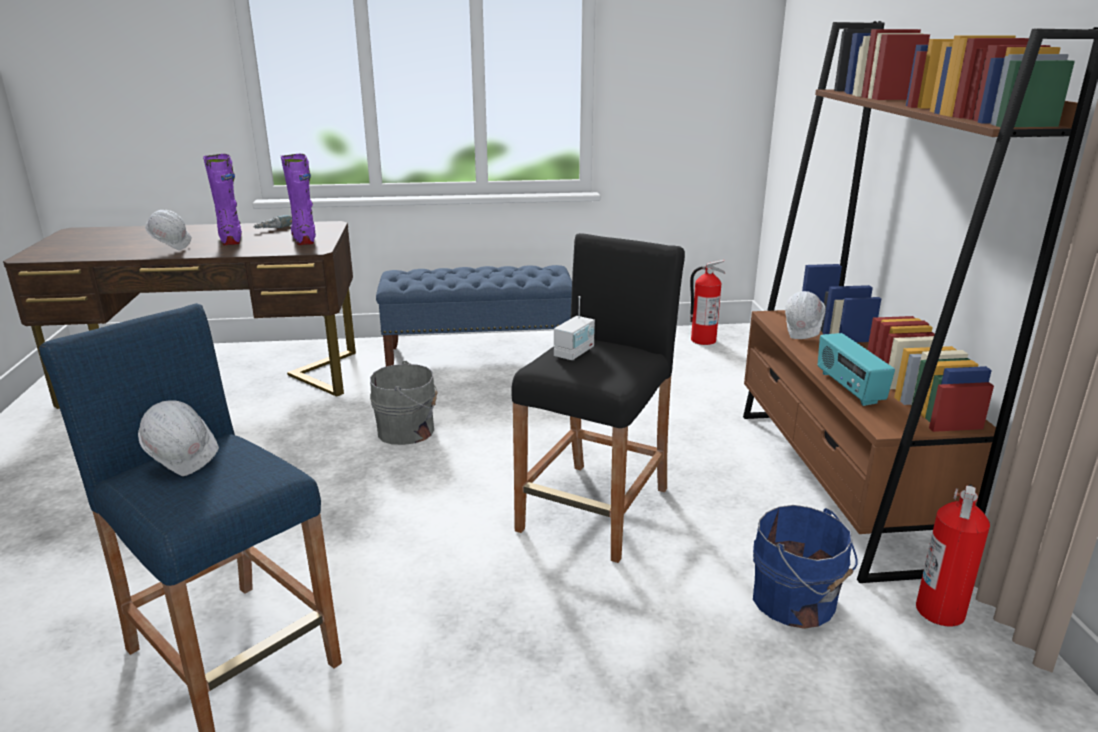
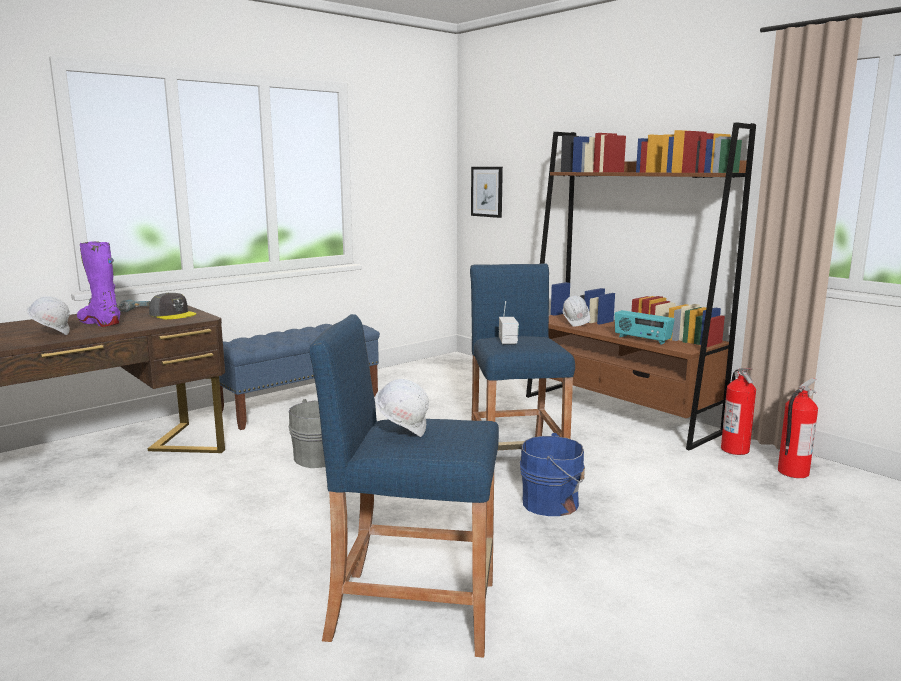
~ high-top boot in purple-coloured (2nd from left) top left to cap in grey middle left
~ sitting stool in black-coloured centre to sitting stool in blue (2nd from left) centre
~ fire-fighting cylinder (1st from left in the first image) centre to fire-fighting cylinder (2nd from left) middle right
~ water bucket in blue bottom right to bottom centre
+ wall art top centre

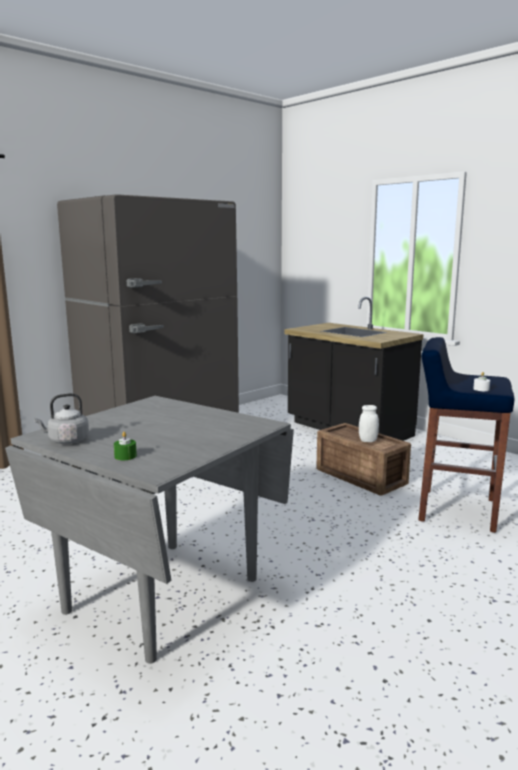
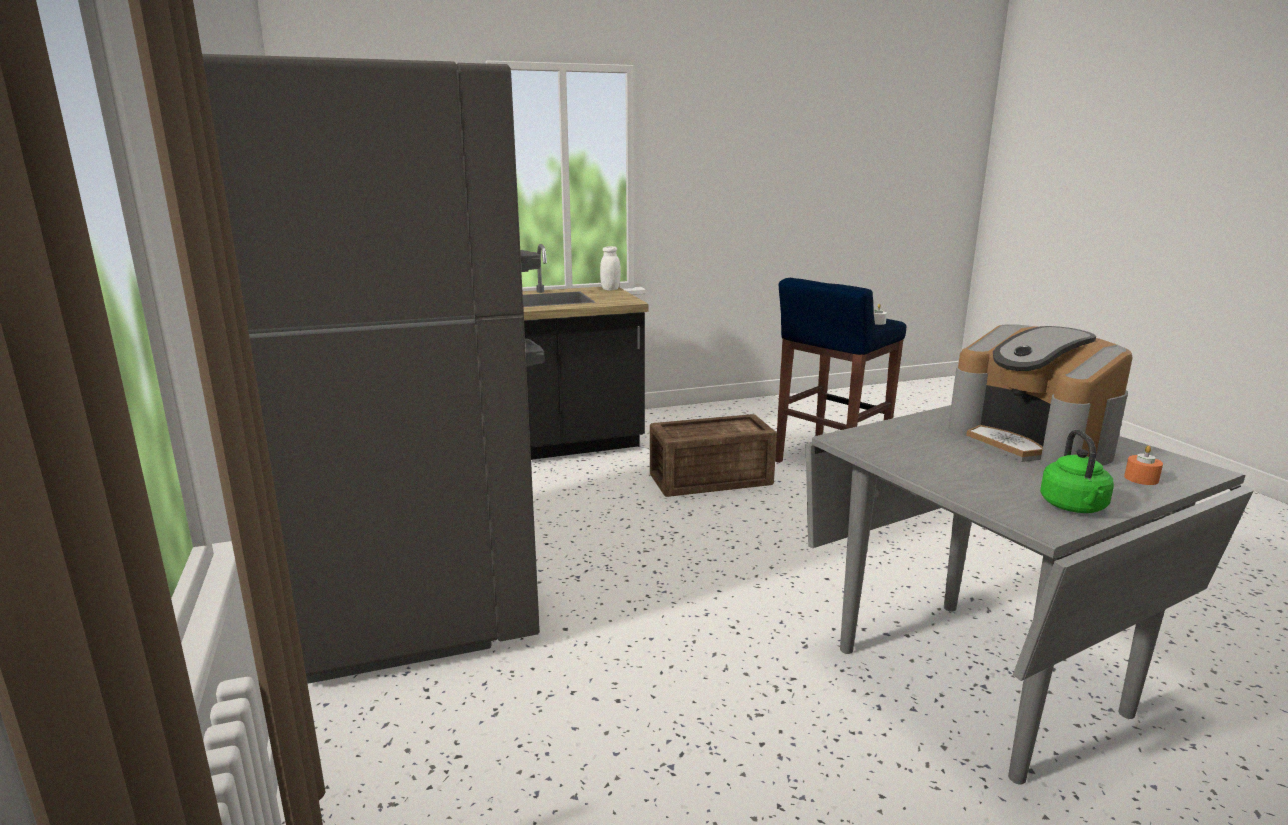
~ kettle in grey middle left to kettle in green middle right
~ jar in white middle right to top centre
~ wax light in green middle left to wax light in orange-coloured middle right
+ coffee brewer middle right

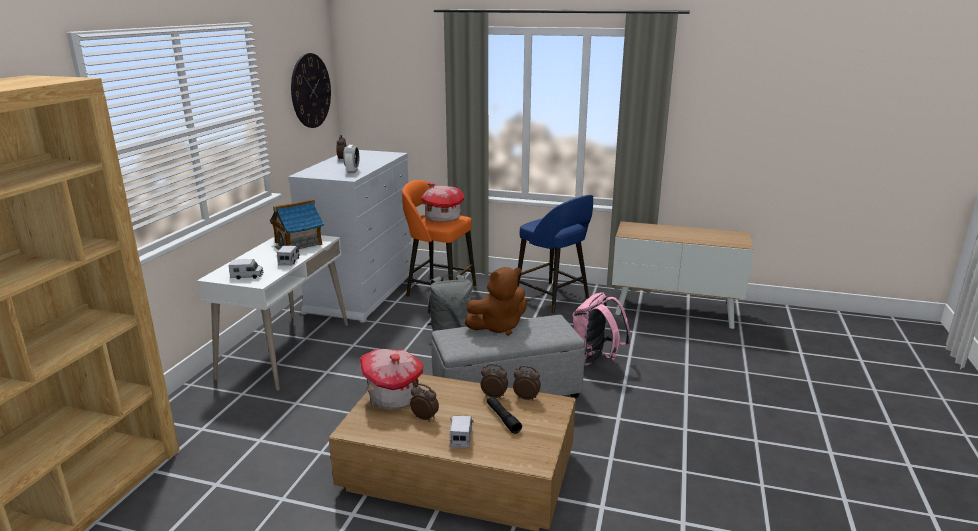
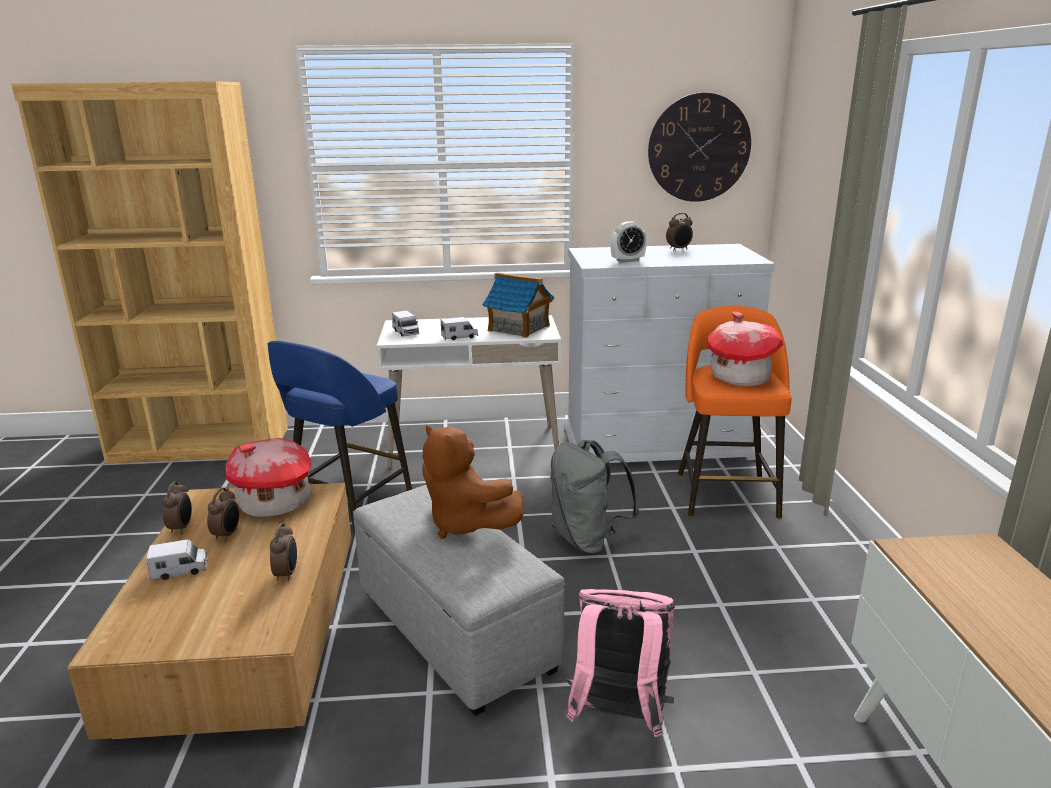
~ sitting stool in blue centre to middle left
~ alarm clock (5th from left in the first image) bottom centre to alarm clock (1st from left) middle left
- flashlight in black-coloured bottom centre

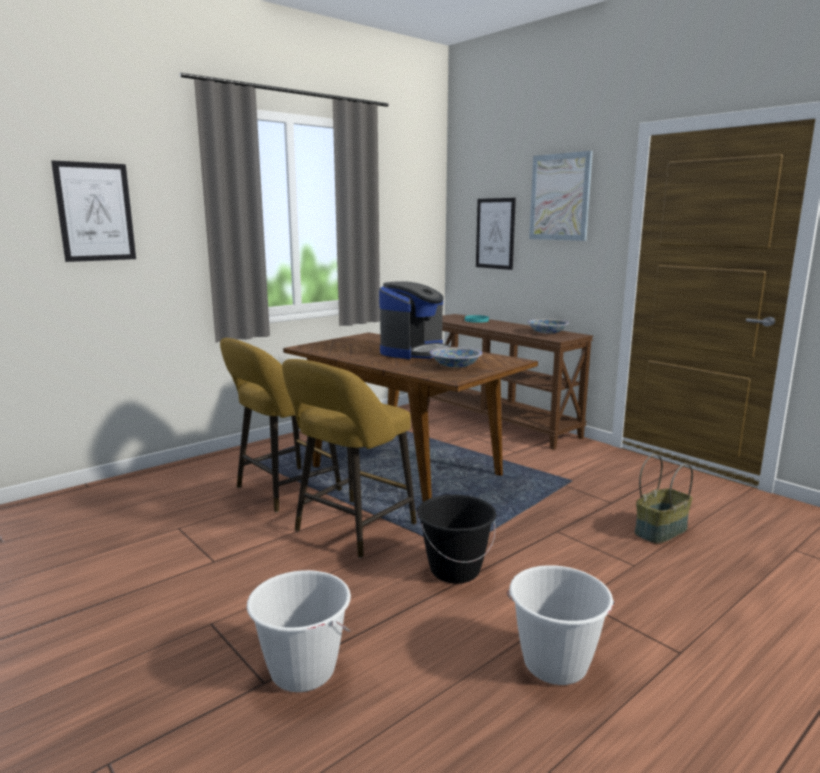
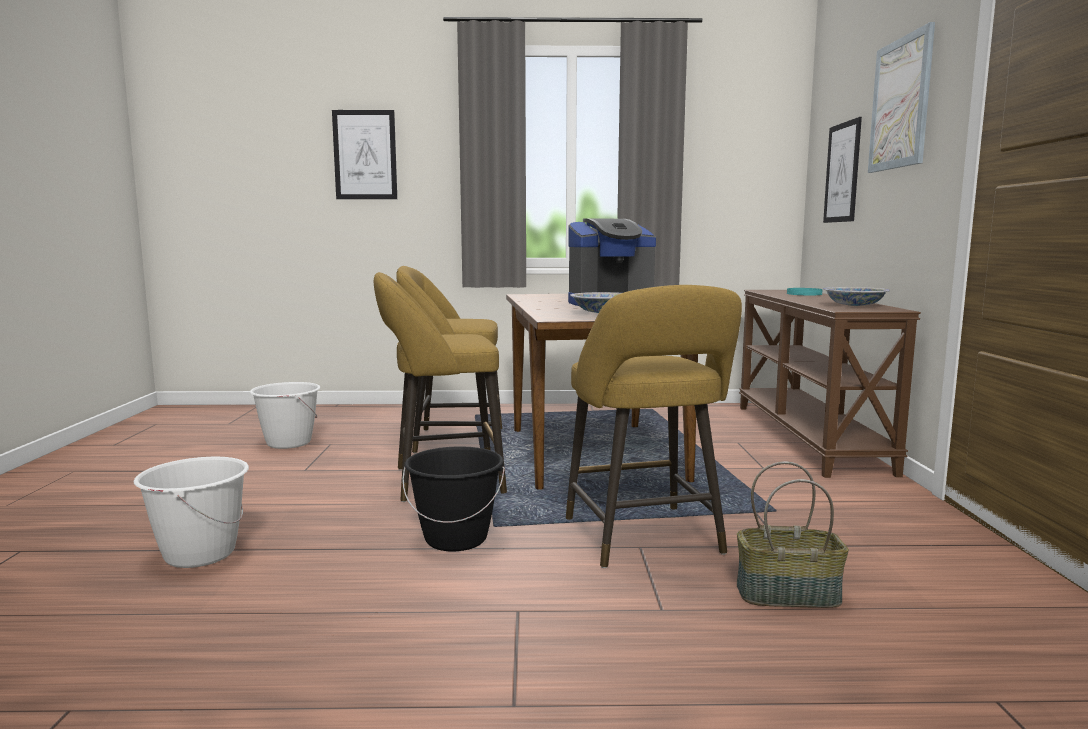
~ water bucket in white (2nd from left) bottom right to middle left
+ sitting stool in yellow (3rd from left) centre

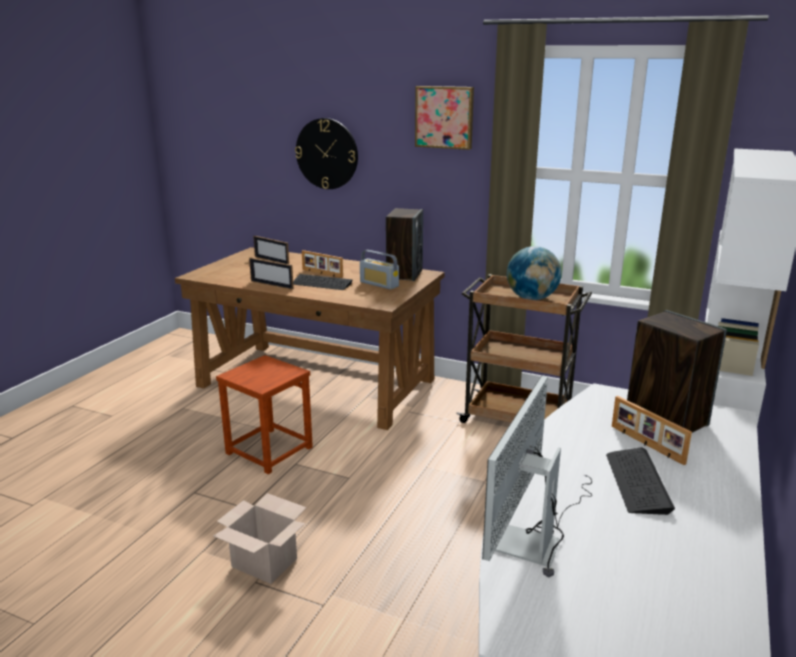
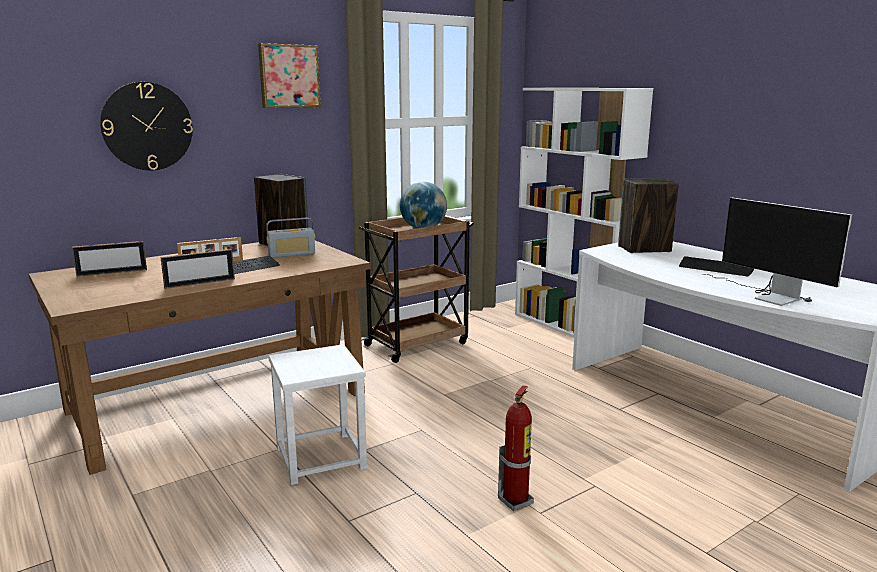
~ sitting stool in brown-coloured middle left to sitting stool in white bottom centre
- standing frame (4th from left) middle right
~ cardboard box bottom left to fire-fighting cylinder bottom centre

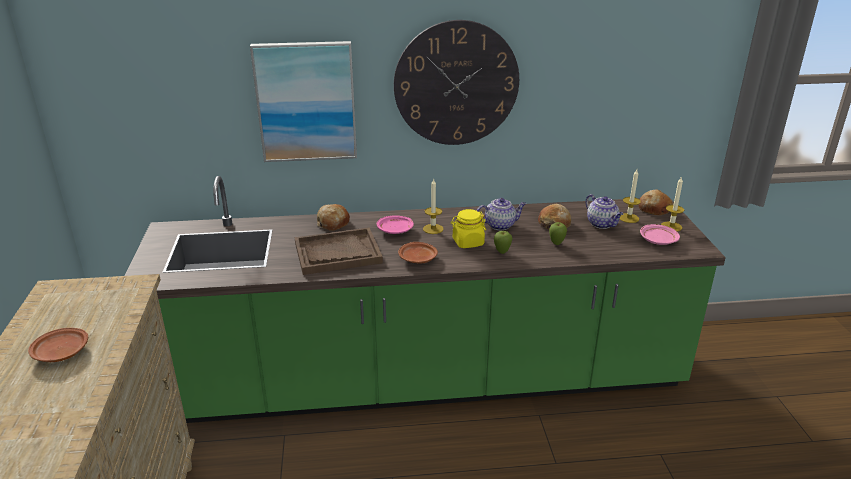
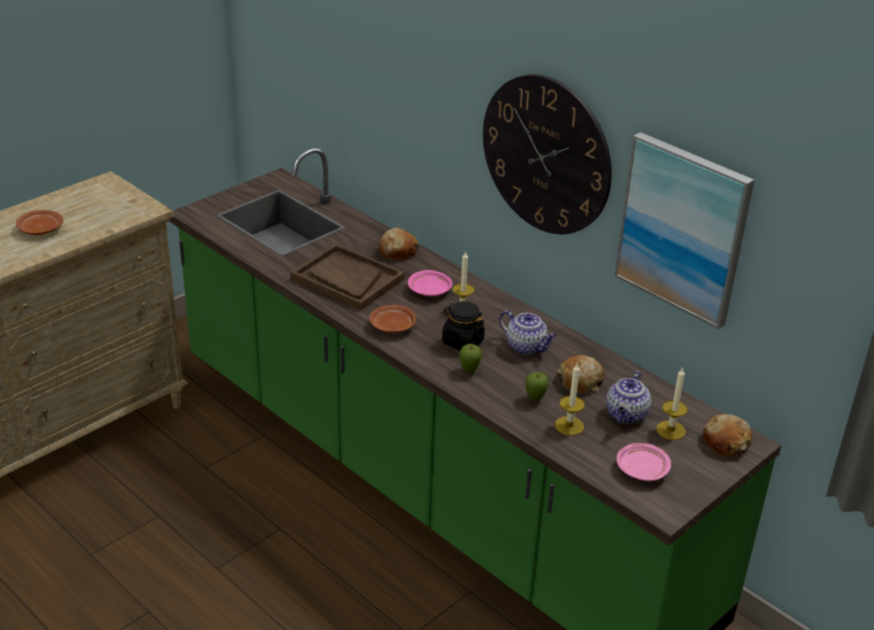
~ wall art top centre to middle right
~ wax light (3rd from left in the first image) middle right to wax light (2nd from left) centre
~ jar in yellow centre to jar in black-coloured centre

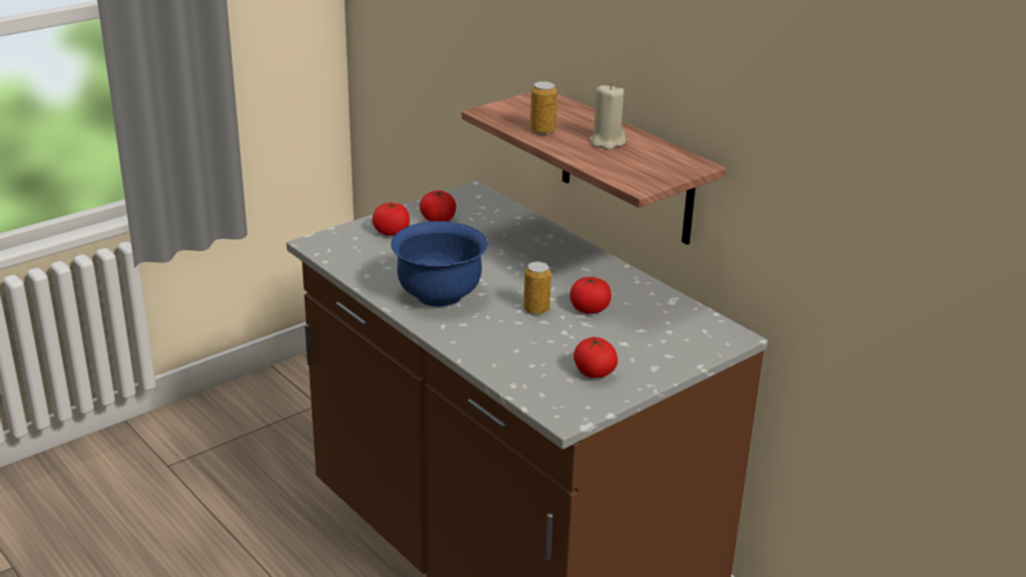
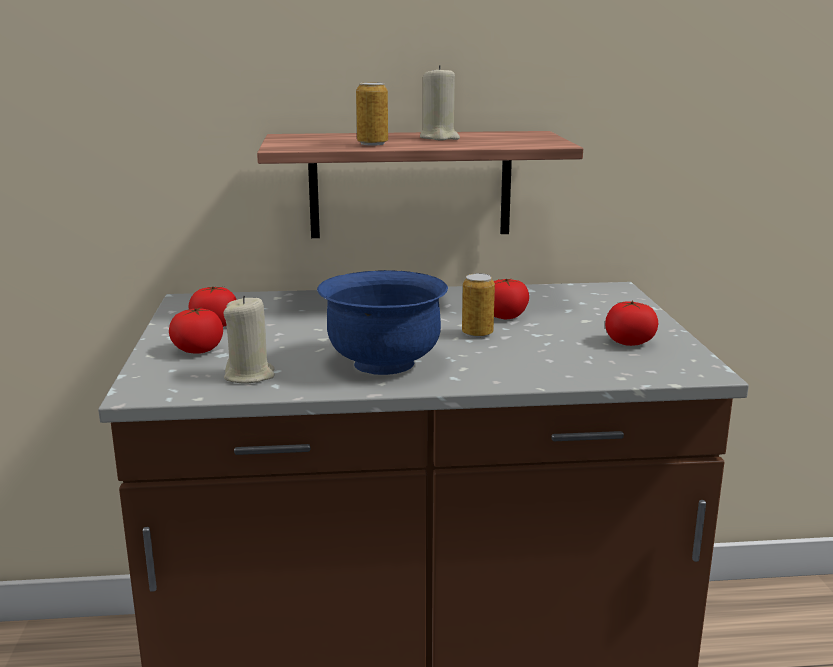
+ wax light in sand-coloured (1st from left) middle left

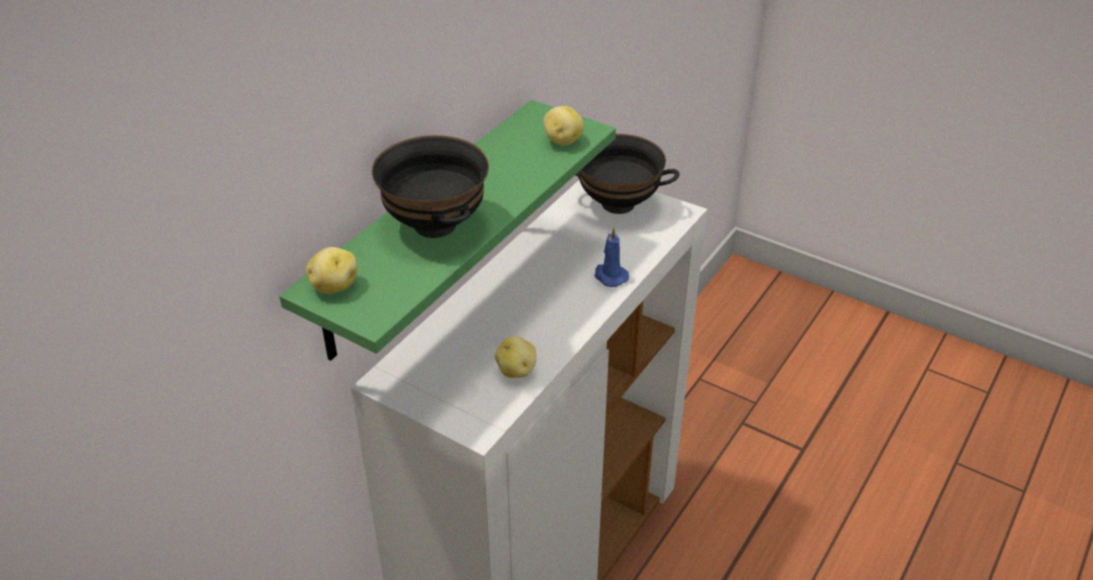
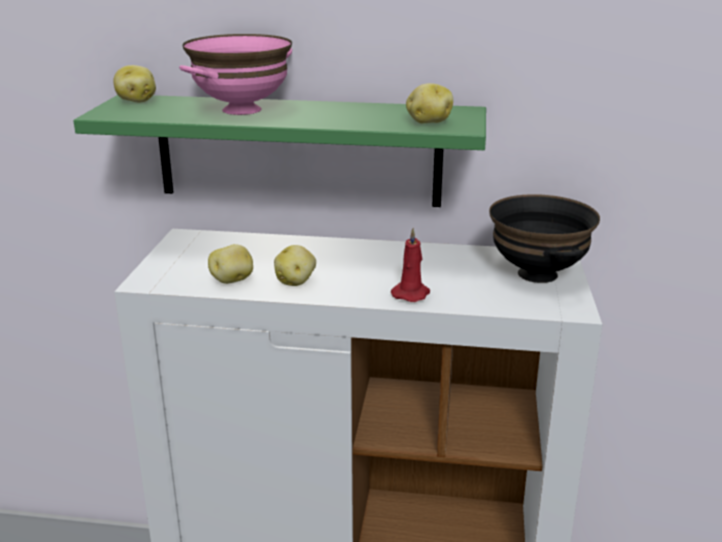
~ deep dish in black-coloured (1st from left) top centre to deep dish in pink-coloured top left
~ wax light in blue centre to wax light in red-coloured centre
+ potato (3rd from left) centre

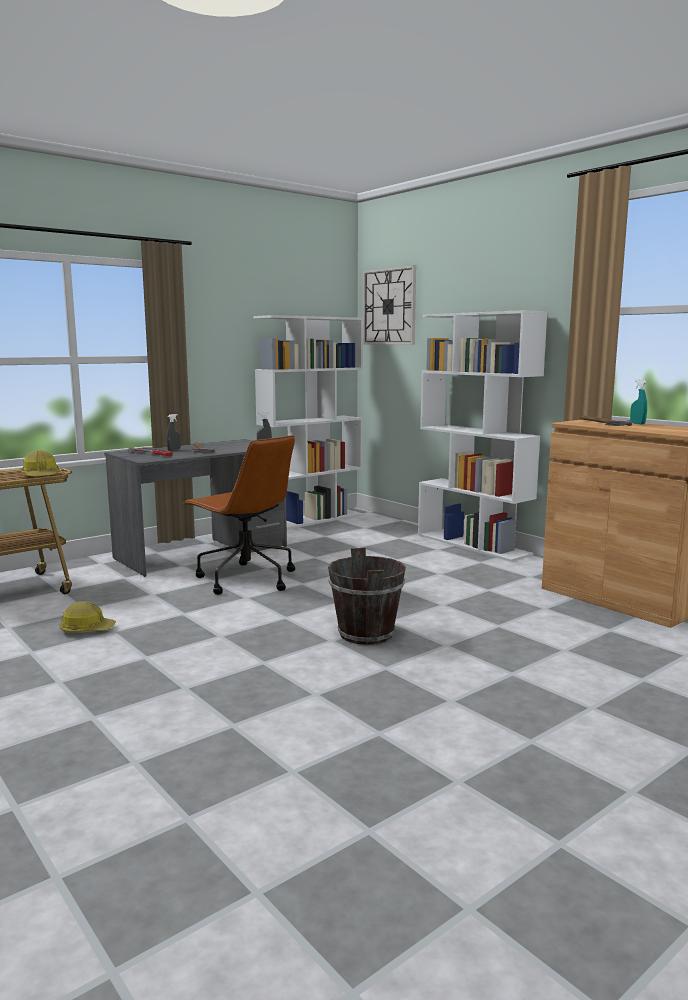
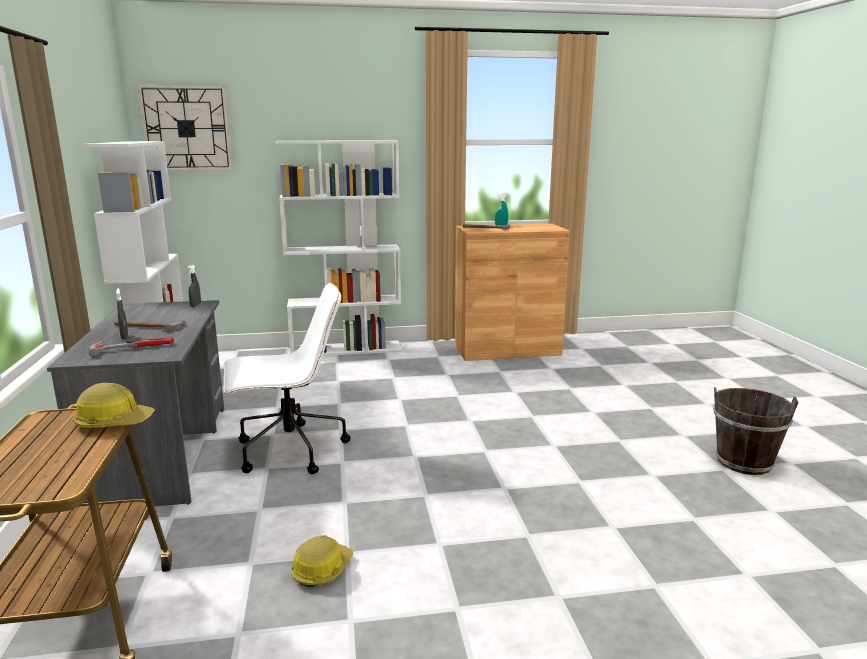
~ office chair in brown-coloured centre to office chair in white middle left
~ water bucket in brown-coloured centre to middle right

